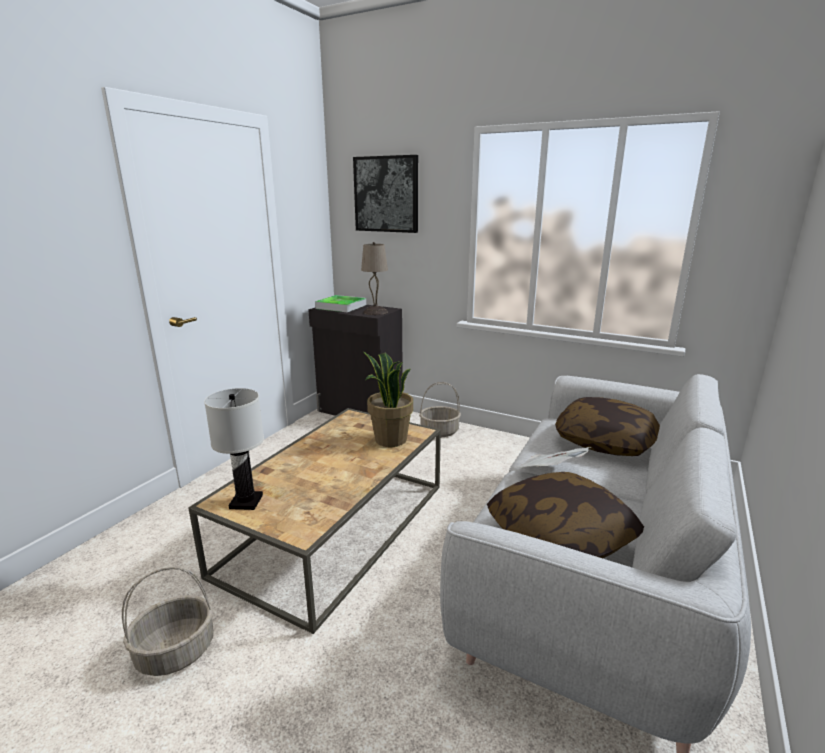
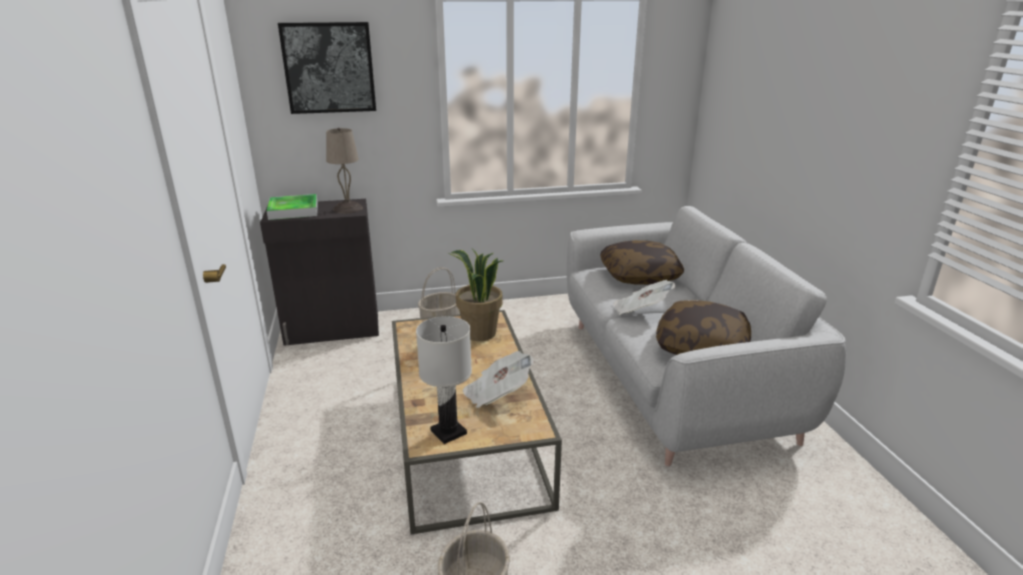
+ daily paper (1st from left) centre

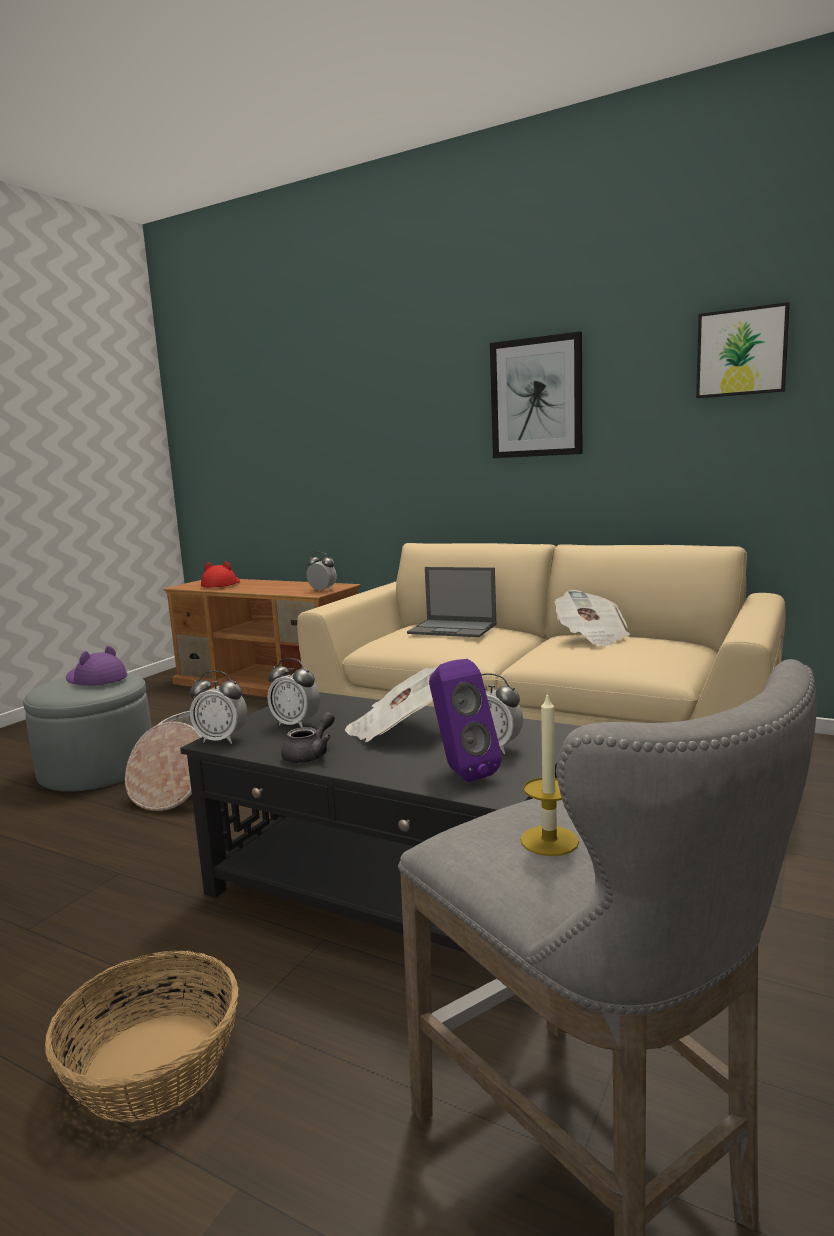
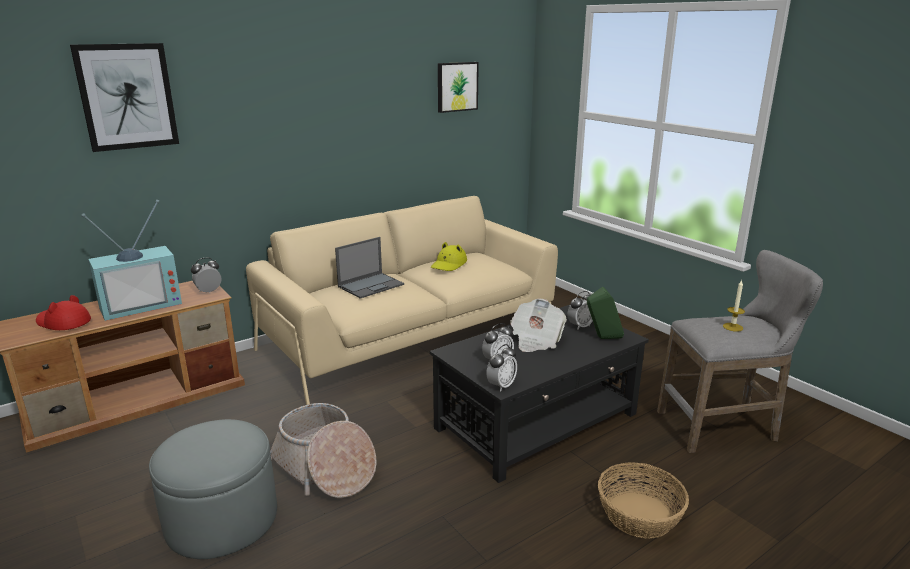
~ wall art (1st from left) top centre to top left
~ daily paper (2nd from left) middle right to wearable hat in yellow centre
- wearable hat in purple-coloured middle left
~ loudspeaker in purple-coloured centre to loudspeaker in green centre
- pot for tea in grey centre
+ television middle left

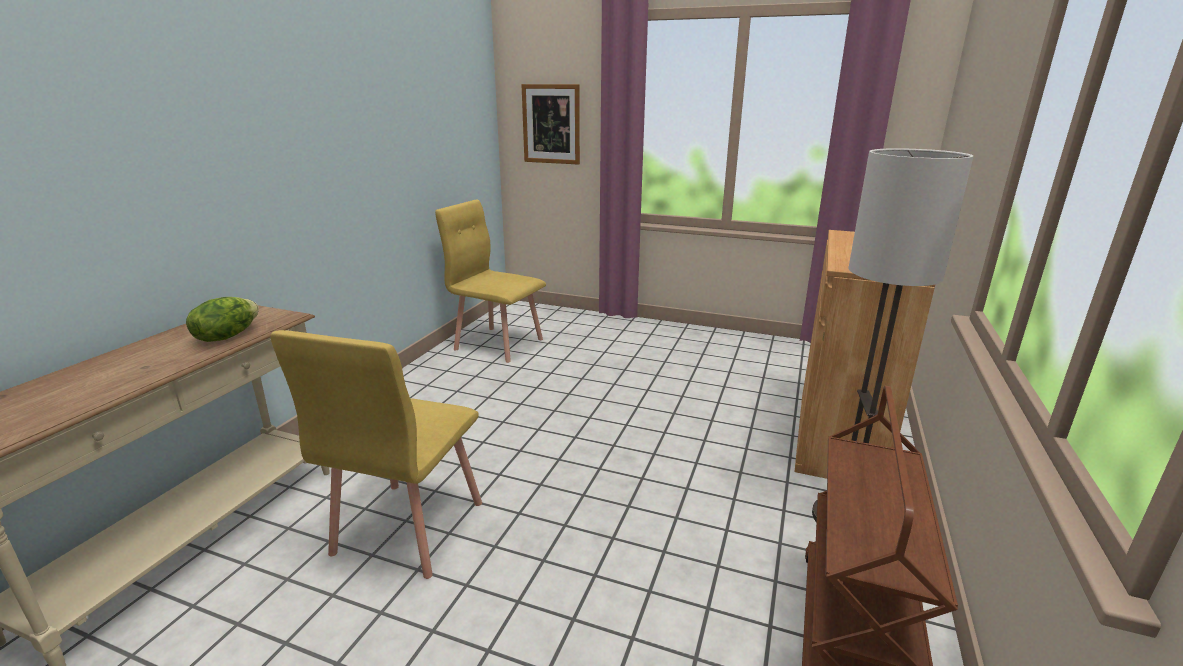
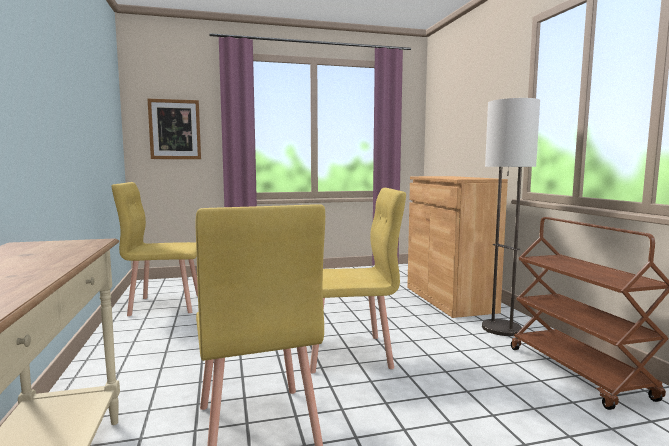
- lettuce middle left
+ chair in yellow (3rd from left) centre

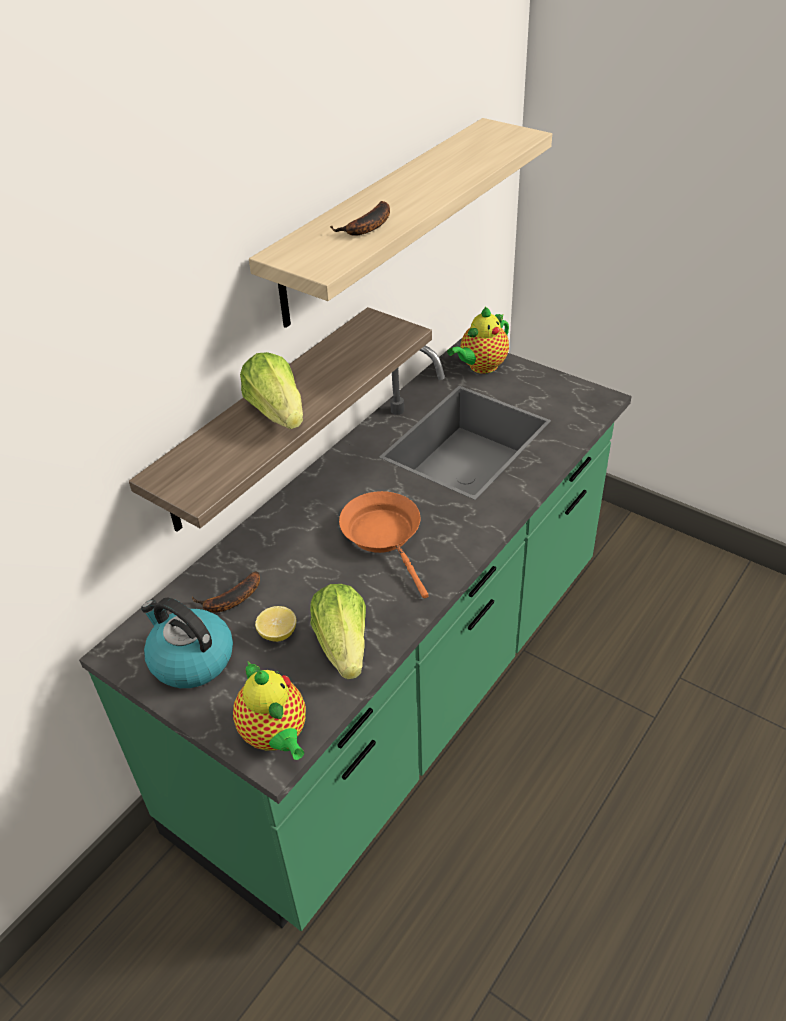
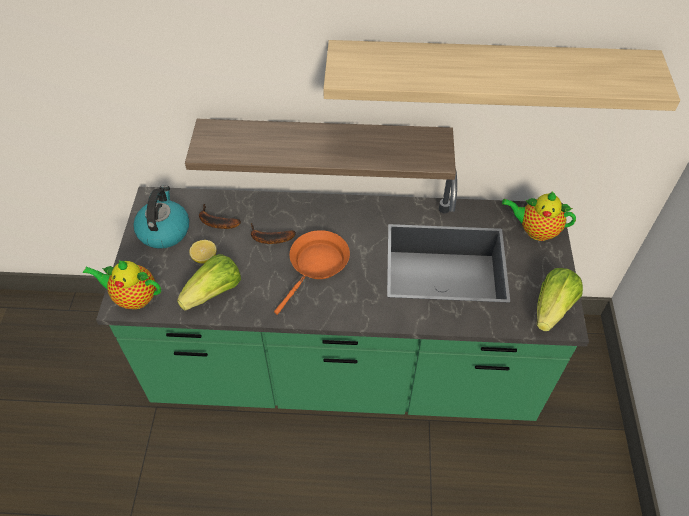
~ banana fruit (2nd from left) top centre to centre
~ lettuce (1st from left in the first image) centre to lettuce (2nd from left) middle right
~ pot for tea (1st from left) bottom centre = middle left 75 degrees clockwise

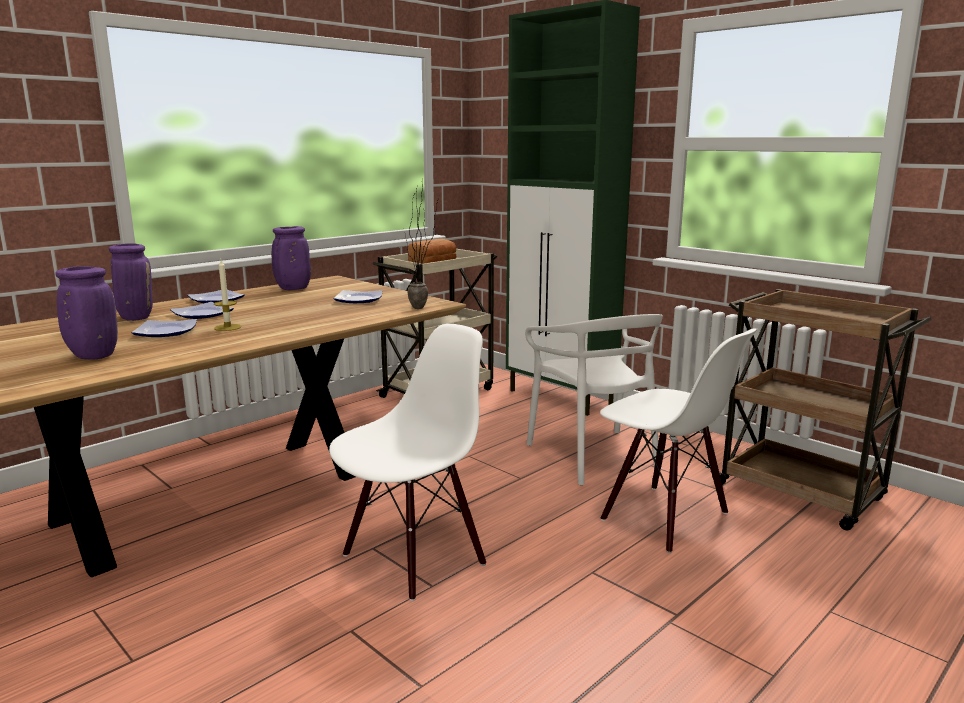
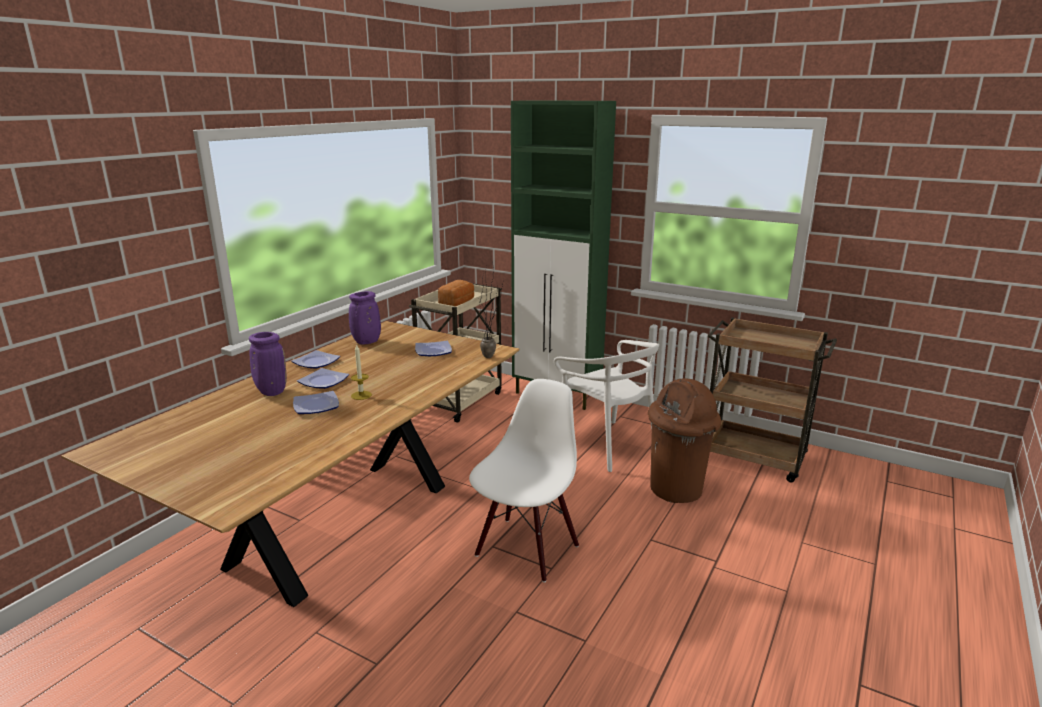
- flower vase in purple-coloured (1st from left) middle left
~ chair in white (3rd from left) middle right to rubbish bin in brown-coloured centre

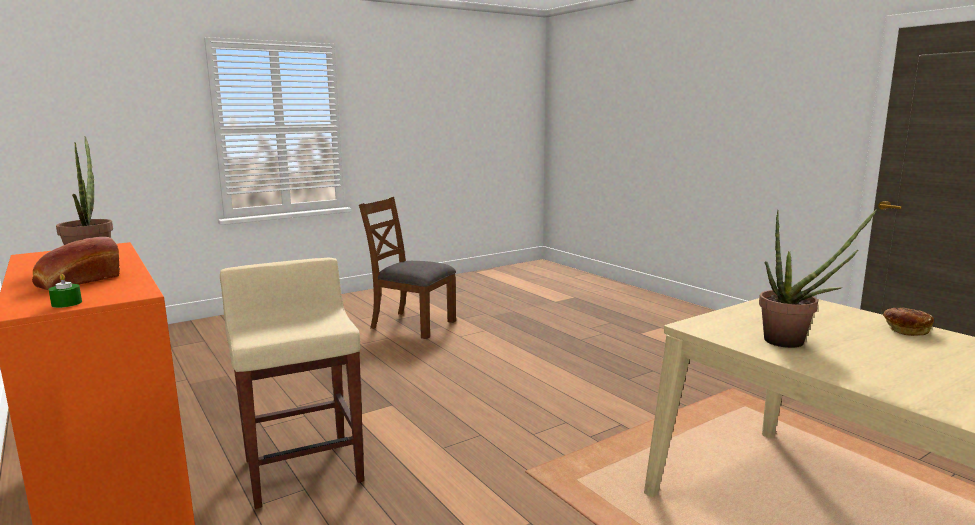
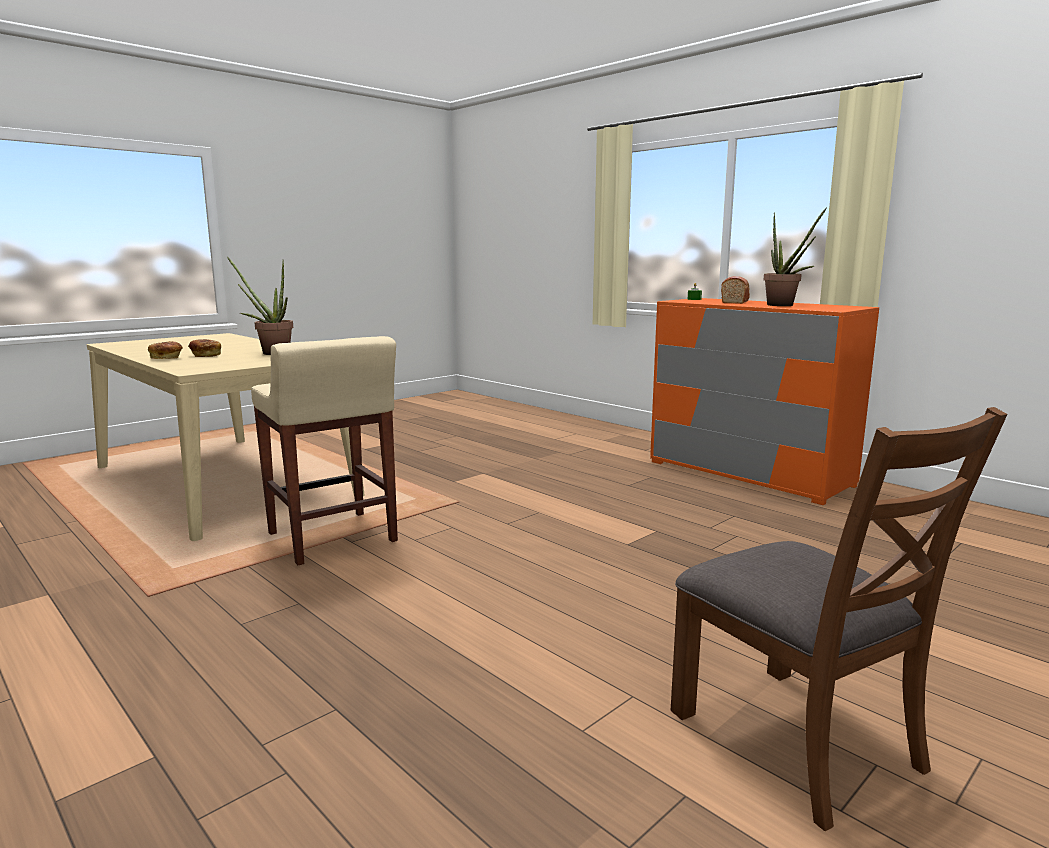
~ chair in brown-coloured centre = bottom right 45 degrees clockwise
~ sitting stool in sand-coloured bottom left to middle left
+ bread (2nd from left) middle left

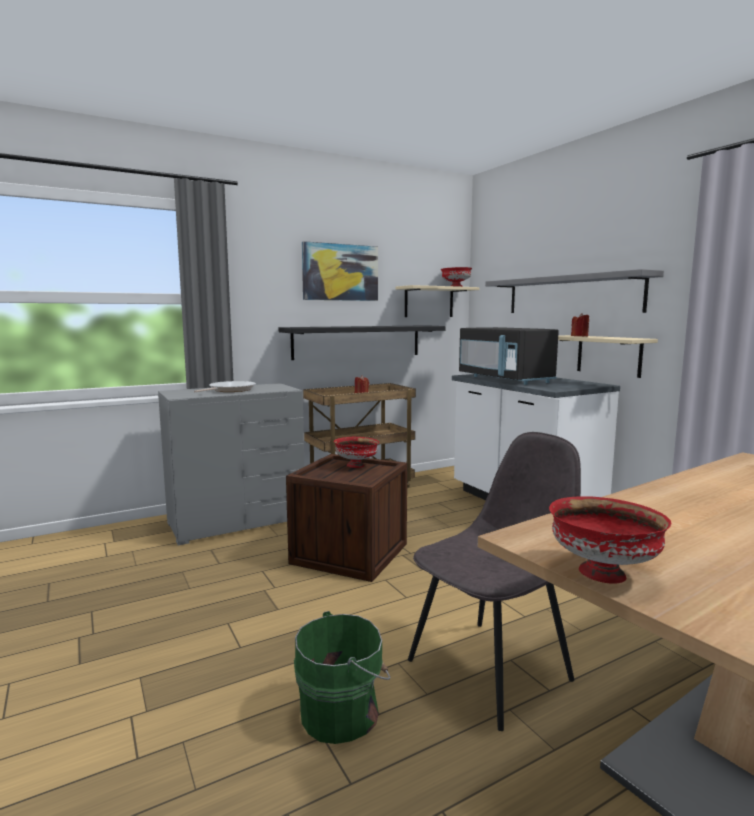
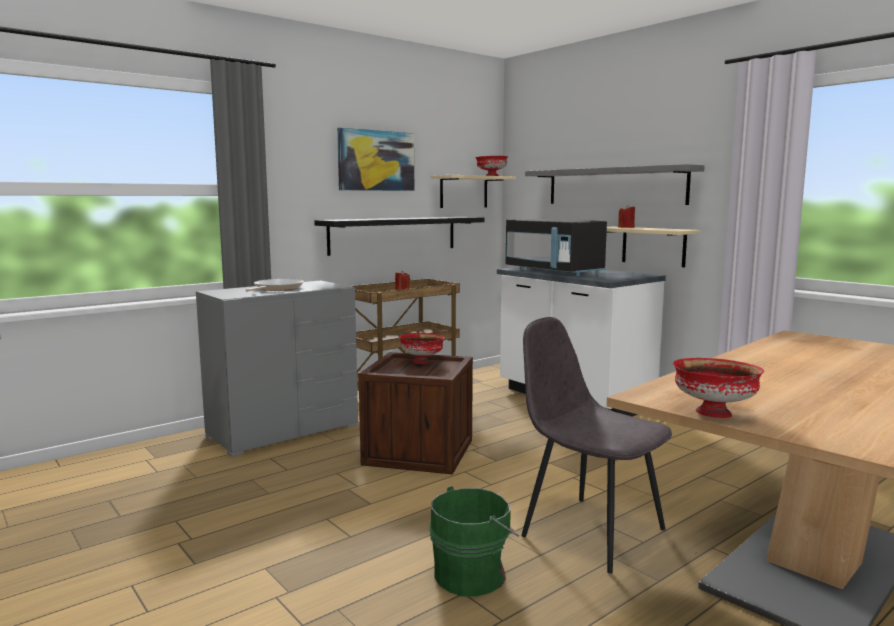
~ chair in grey bottom centre = bottom right 90 degrees counterclockwise

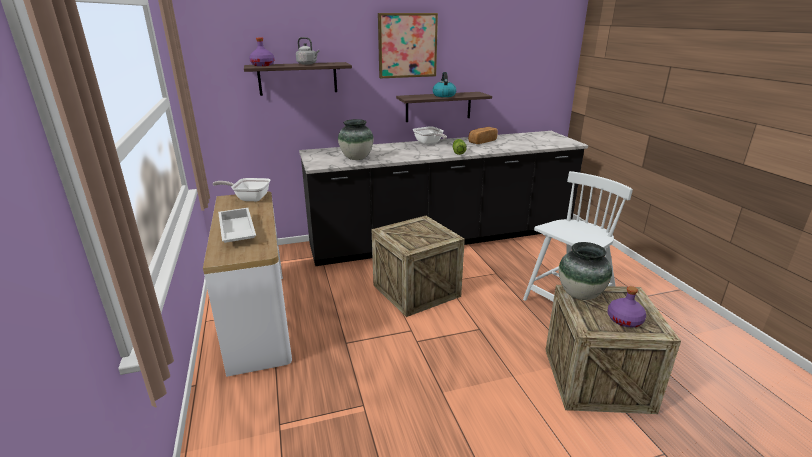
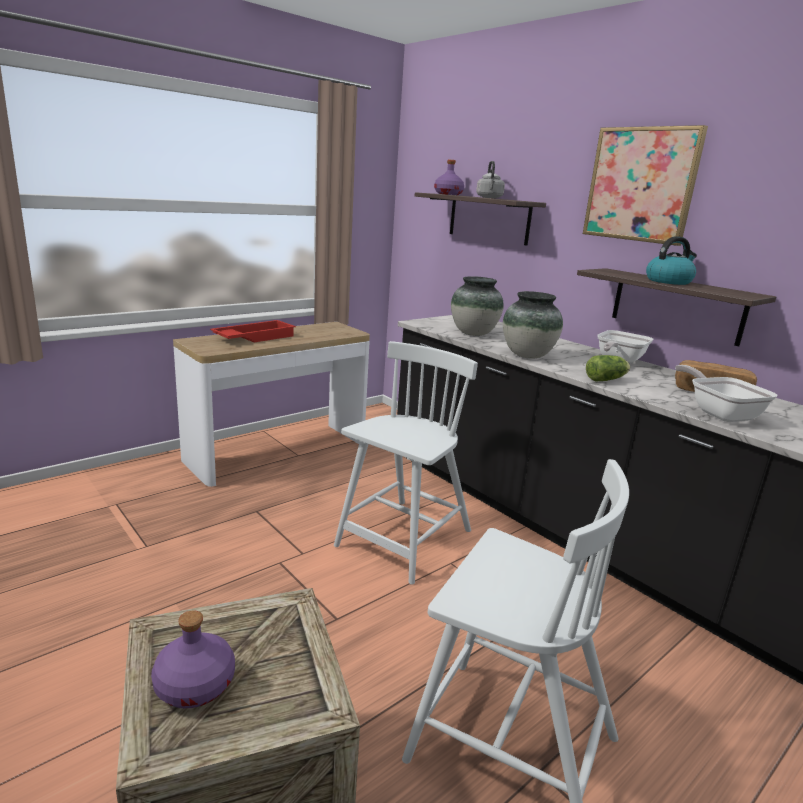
~ pan (1st from left in the first image) middle left to pan (2nd from left) middle right
~ carrying tray in white middle left to carrying tray in red-coloured middle left
~ crate (1st from left) centre to chair in white (1st from left) centre
~ flower vase (2nd from left) middle right to centre

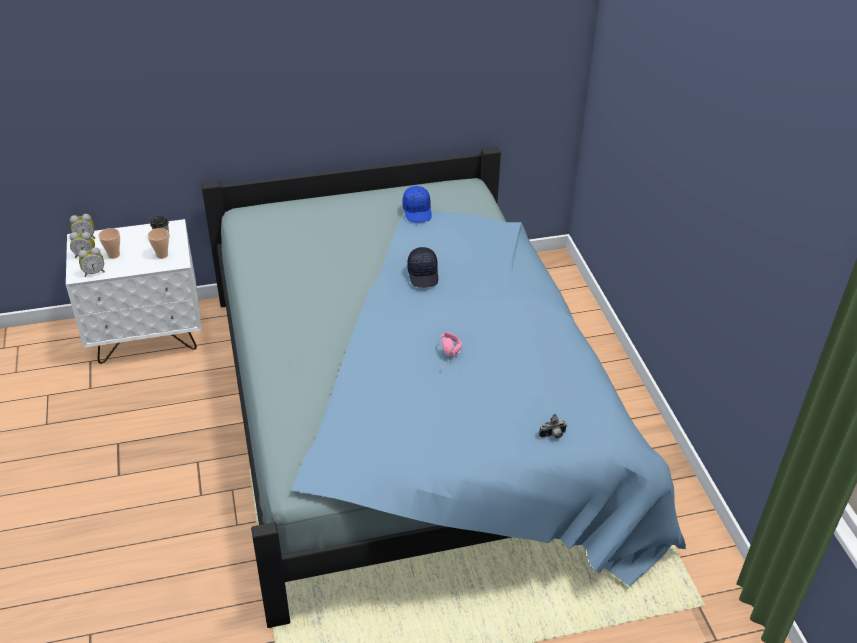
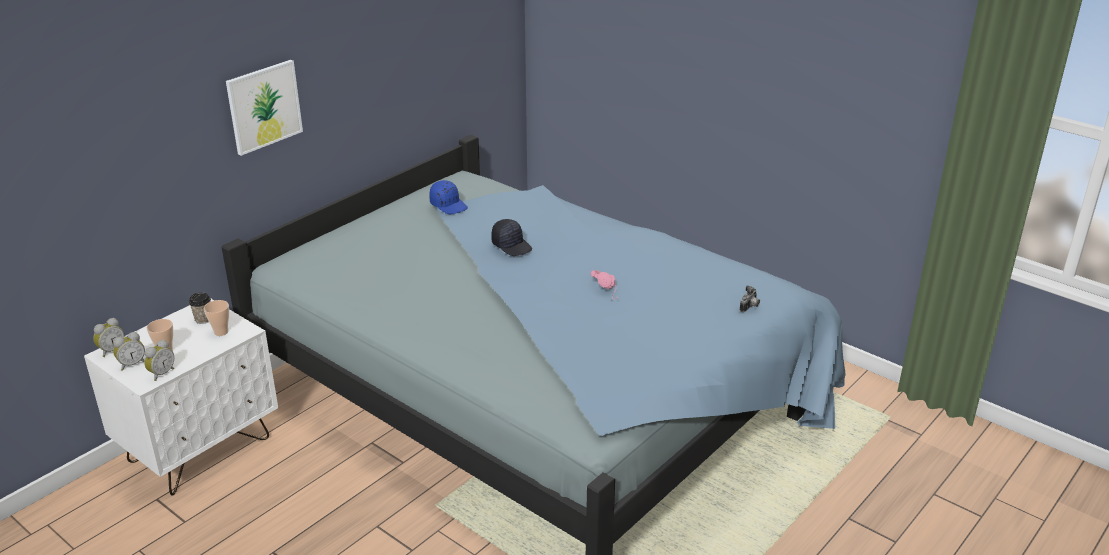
+ wall art top left

